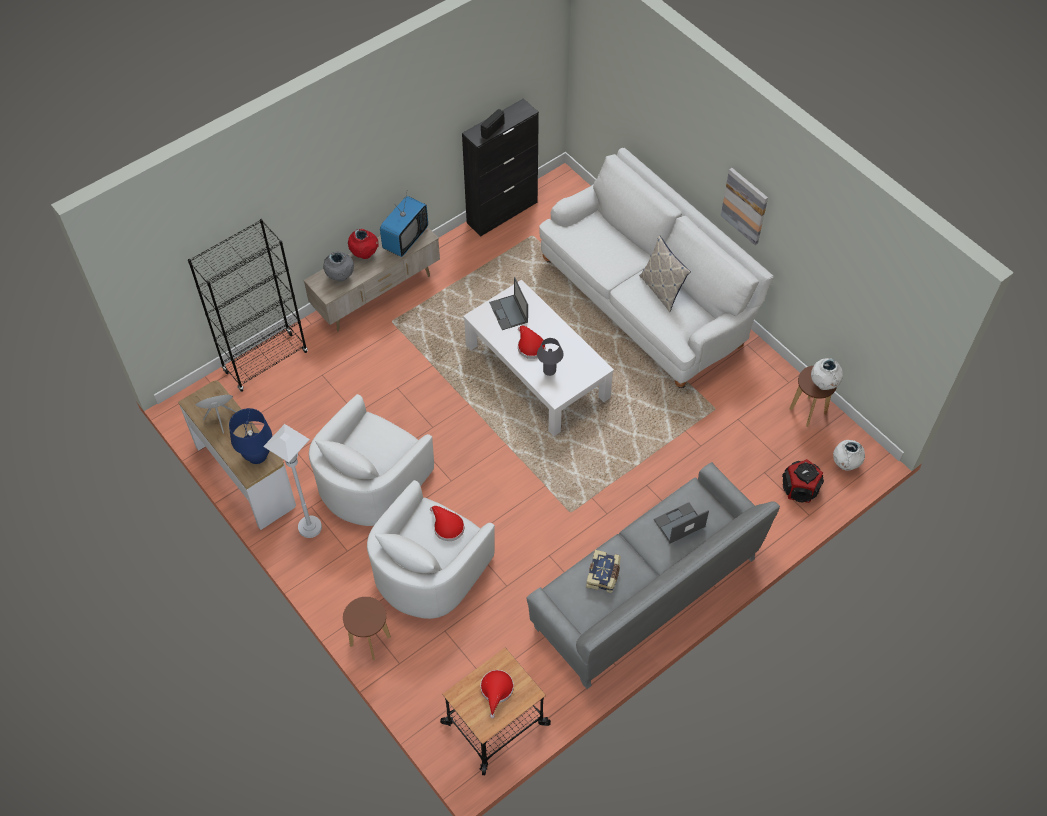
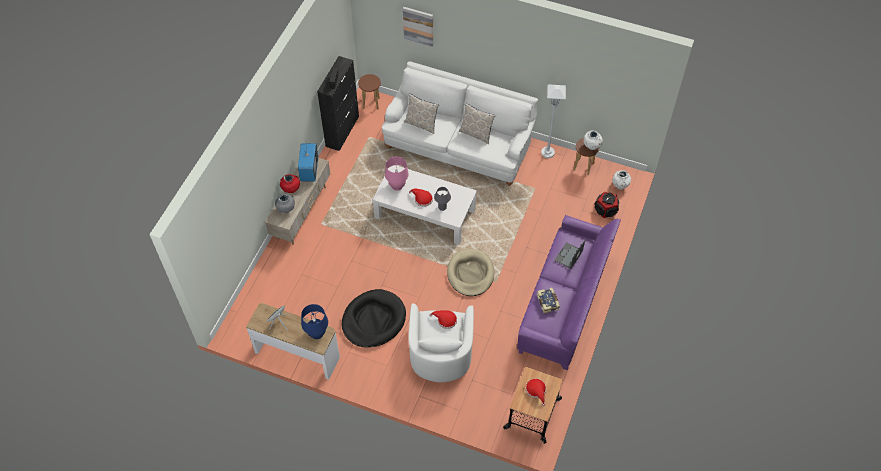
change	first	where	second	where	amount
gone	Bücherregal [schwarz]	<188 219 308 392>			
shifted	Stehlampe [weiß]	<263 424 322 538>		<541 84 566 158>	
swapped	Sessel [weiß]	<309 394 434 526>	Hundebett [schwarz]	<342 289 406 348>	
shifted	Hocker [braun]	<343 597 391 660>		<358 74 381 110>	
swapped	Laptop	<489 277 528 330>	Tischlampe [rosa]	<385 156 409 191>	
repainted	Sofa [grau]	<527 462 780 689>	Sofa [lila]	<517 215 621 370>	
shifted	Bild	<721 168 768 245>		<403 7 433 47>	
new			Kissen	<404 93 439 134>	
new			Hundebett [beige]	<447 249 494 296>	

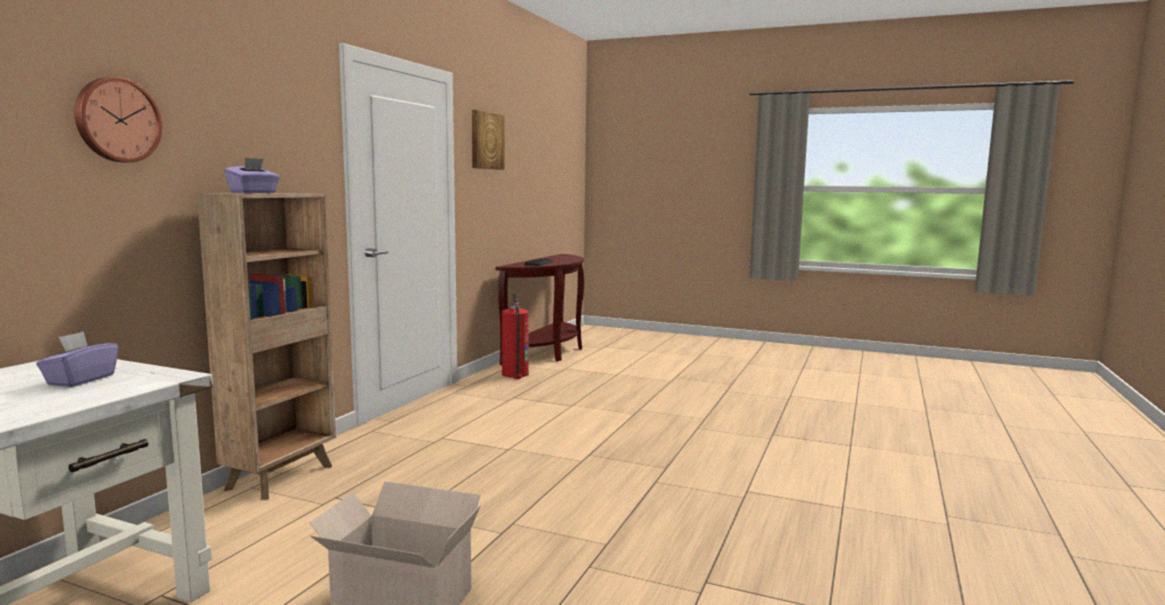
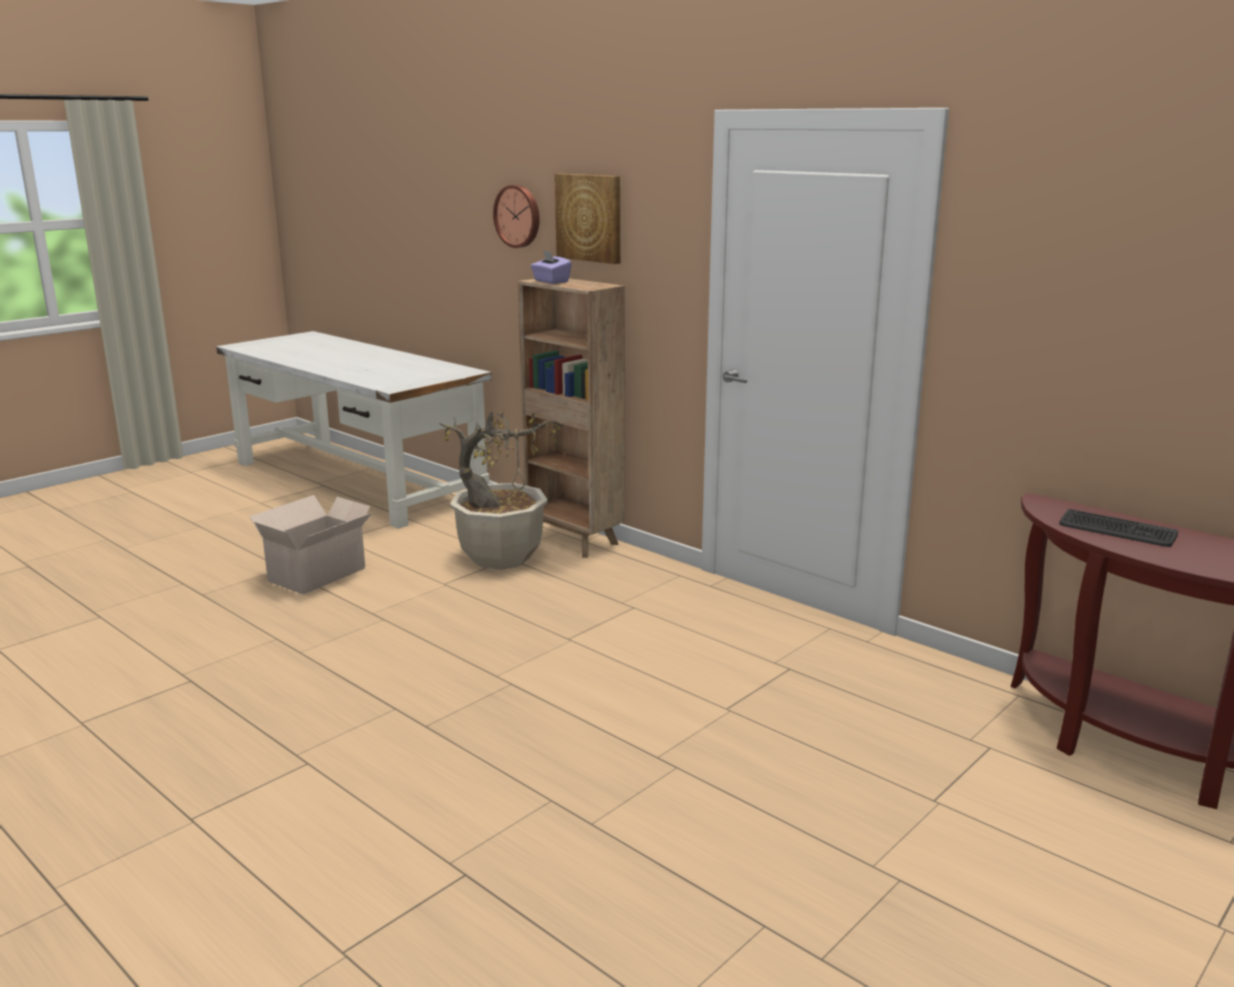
change	first	where	second	where	amount
gone	Taschentuchbox [lila]	<36 331 118 387>			
shifted	Bild	<472 110 504 170>		<555 174 620 264>	
gone	Feuerlöscher	<502 293 529 379>			
new			Topfpflanze	<439 410 564 569>	

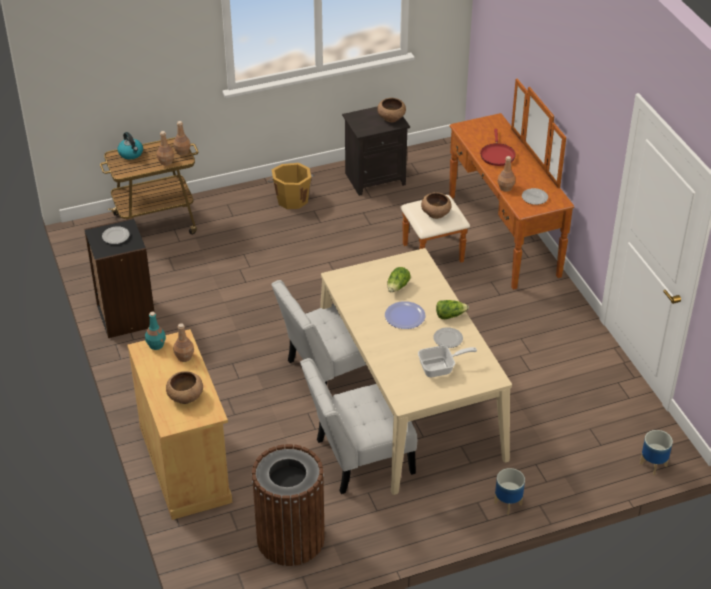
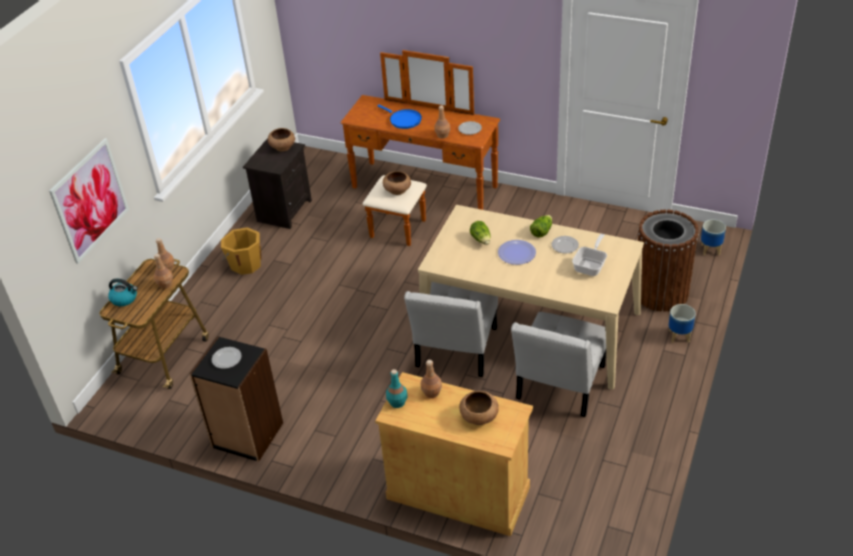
change	first	where	second	where	amount
shifted	Mülleimer [braun]	<251 444 325 566>		<638 210 699 311>	
repainted	Pfanne [rot]	<480 129 516 166>	Pfanne [blau]	<378 104 422 129>	
new			Bild	<49 138 129 264>	

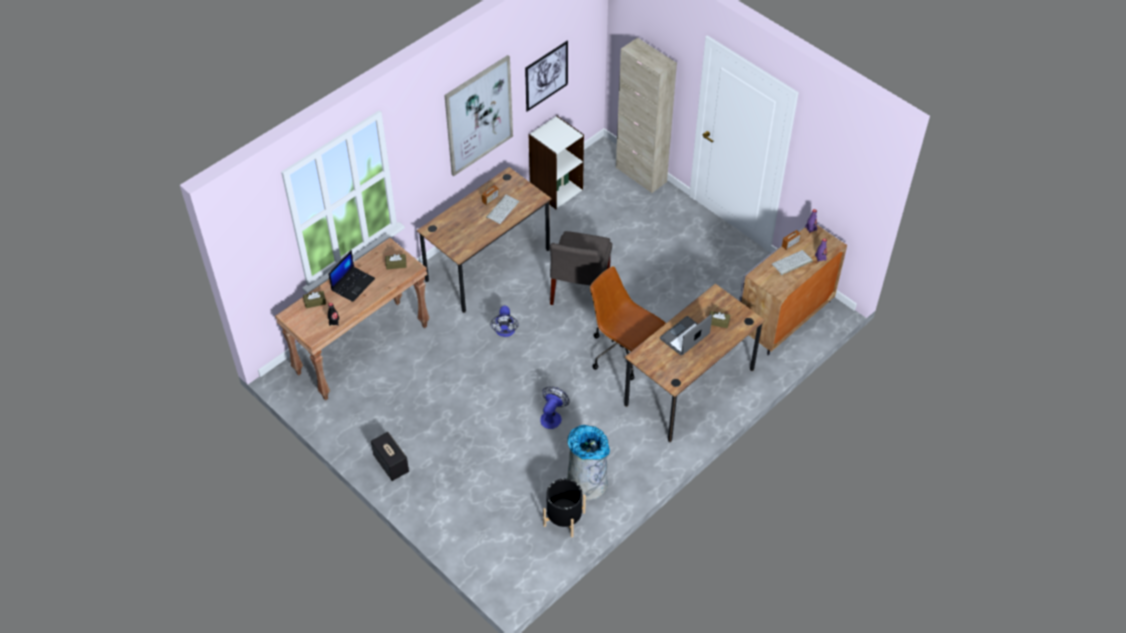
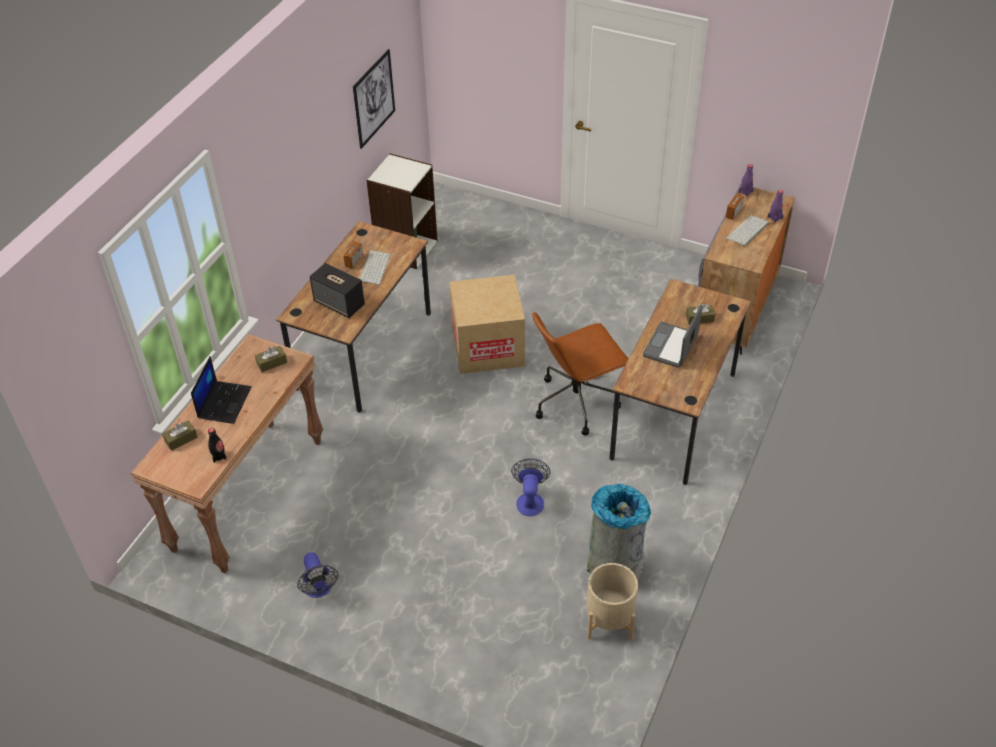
change	first	where	second	where	amount
shifted	Lautsprecher	<371 432 409 481>		<310 263 365 318>	
gone	Bild	<444 55 513 176>			
shifted	Ventilator	<490 306 519 337>		<297 552 338 598>	
repainted	Pflanzkübel [schwarz]	<543 479 586 538>	Pflanzkübel [beige]	<587 563 638 641>	
swapped	Stuhl [grau]	<550 231 612 305>	Karton	<449 275 525 374>	
rotated	Bürostuhl [braun]	<590 266 666 380>		<532 311 629 436>	45 degrees counterclockwise
gone	Schrank [beige]	<616 38 677 193>			

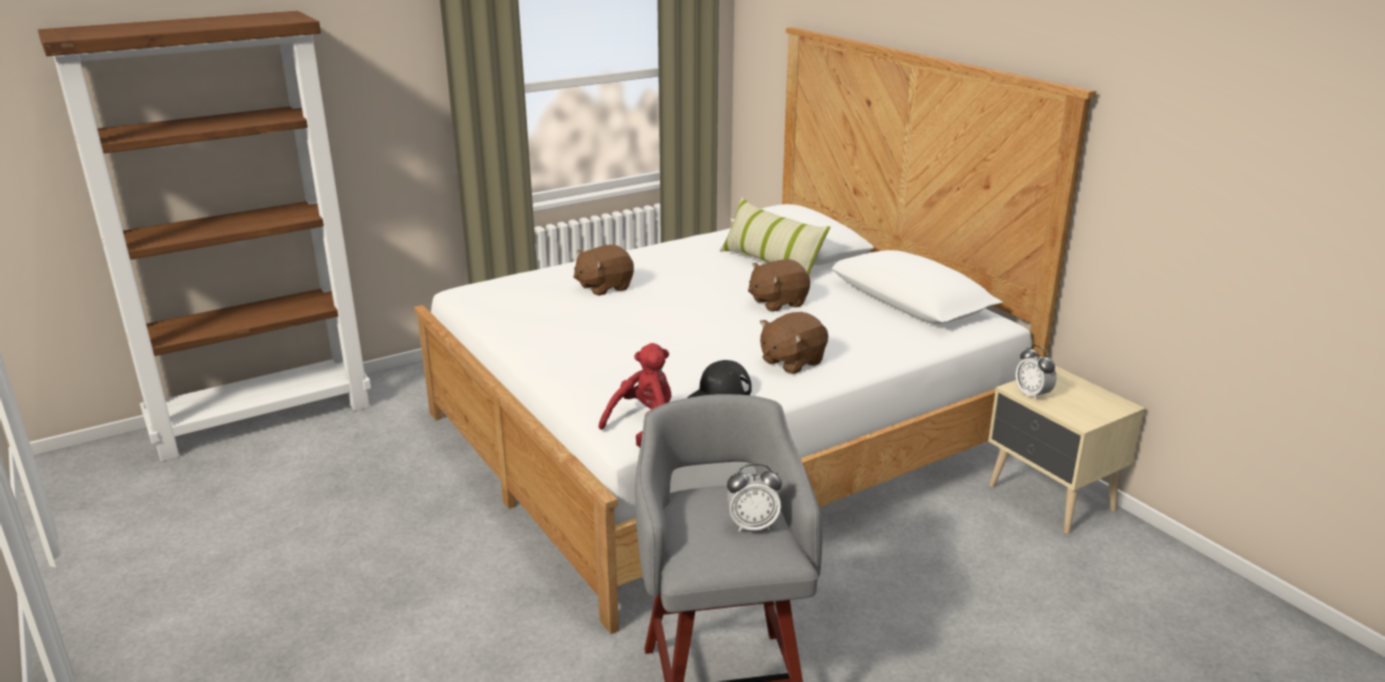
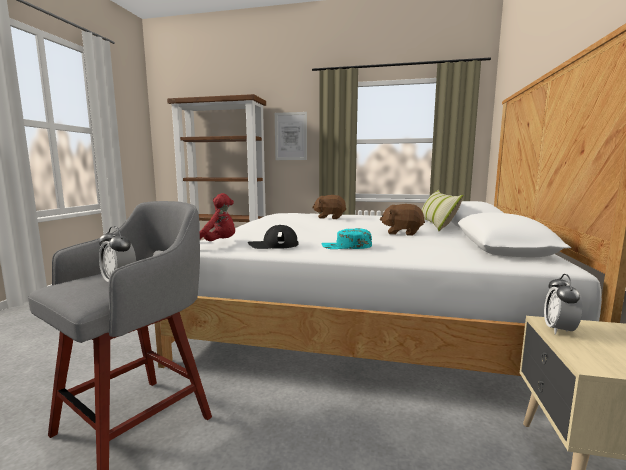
change	first	where	second	where	amount
swapped	Plüschtier [braun]	<760 312 828 374>	Kappe [türkis]	<321 228 372 249>	
new			Bild	<275 112 307 160>	

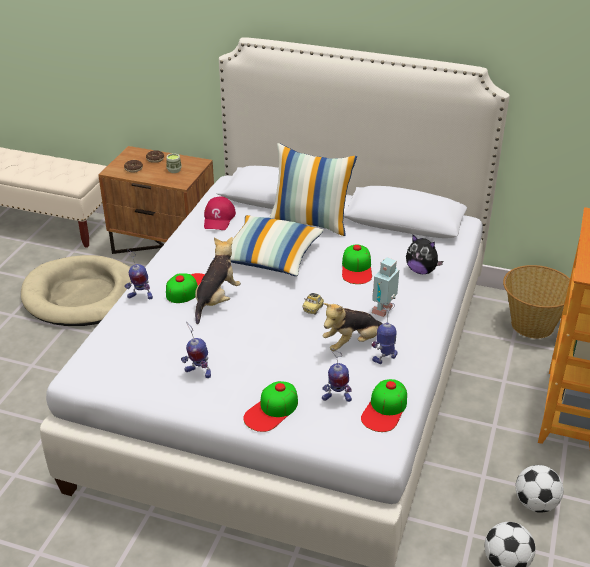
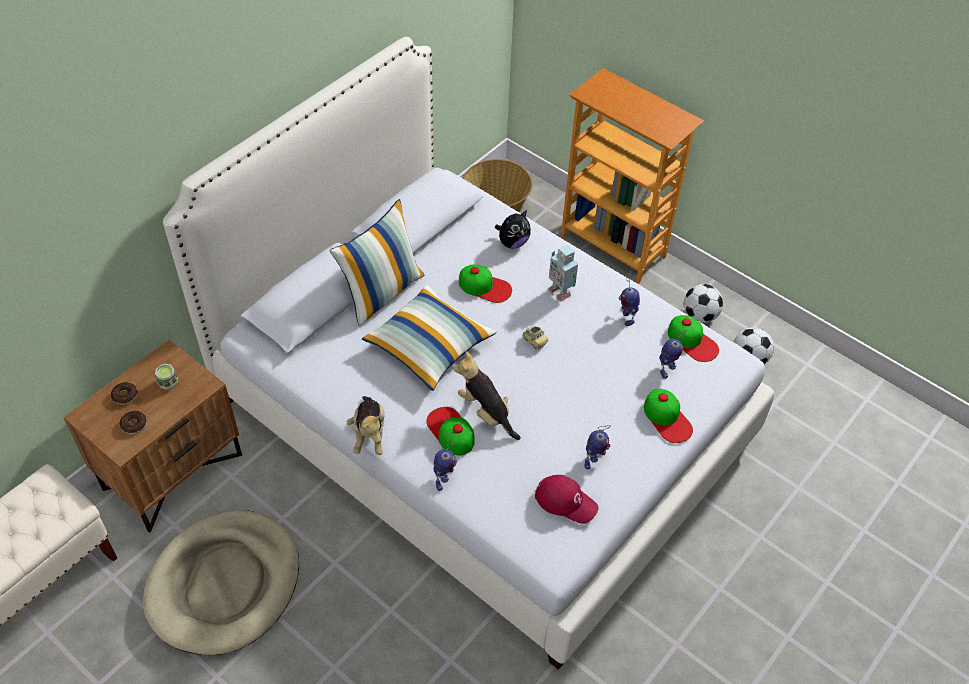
change	first	where	second	where	amount
shifted	Kappe [rot]	<204 196 236 230>		<535 475 598 524>	
shifted	Plüschtier	<323 303 383 351>		<347 396 385 455>	

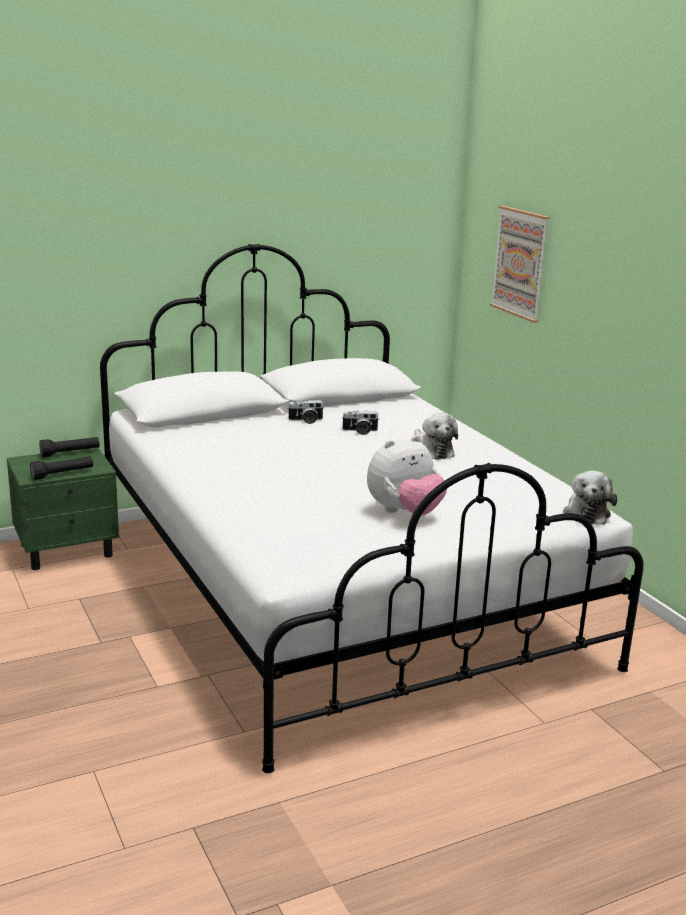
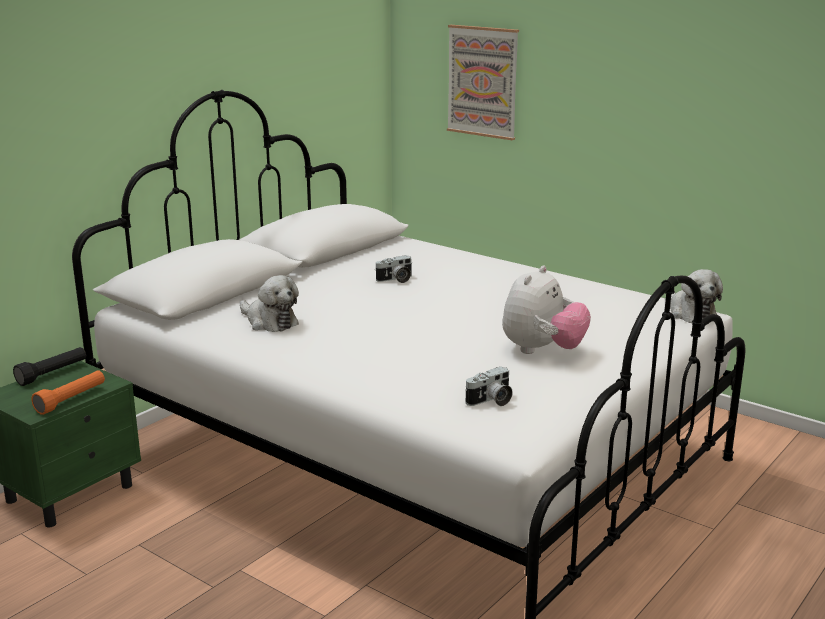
change	first	where	second	where	amount
repainted	Taschenlampe [schwarz]	<30 456 93 480>	Taschenlampe [orange]	<32 370 105 415>	
shifted	Kamera	<287 400 323 424>		<465 366 513 406>	
shifted	Plüschtier	<414 412 458 460>		<240 275 299 332>	

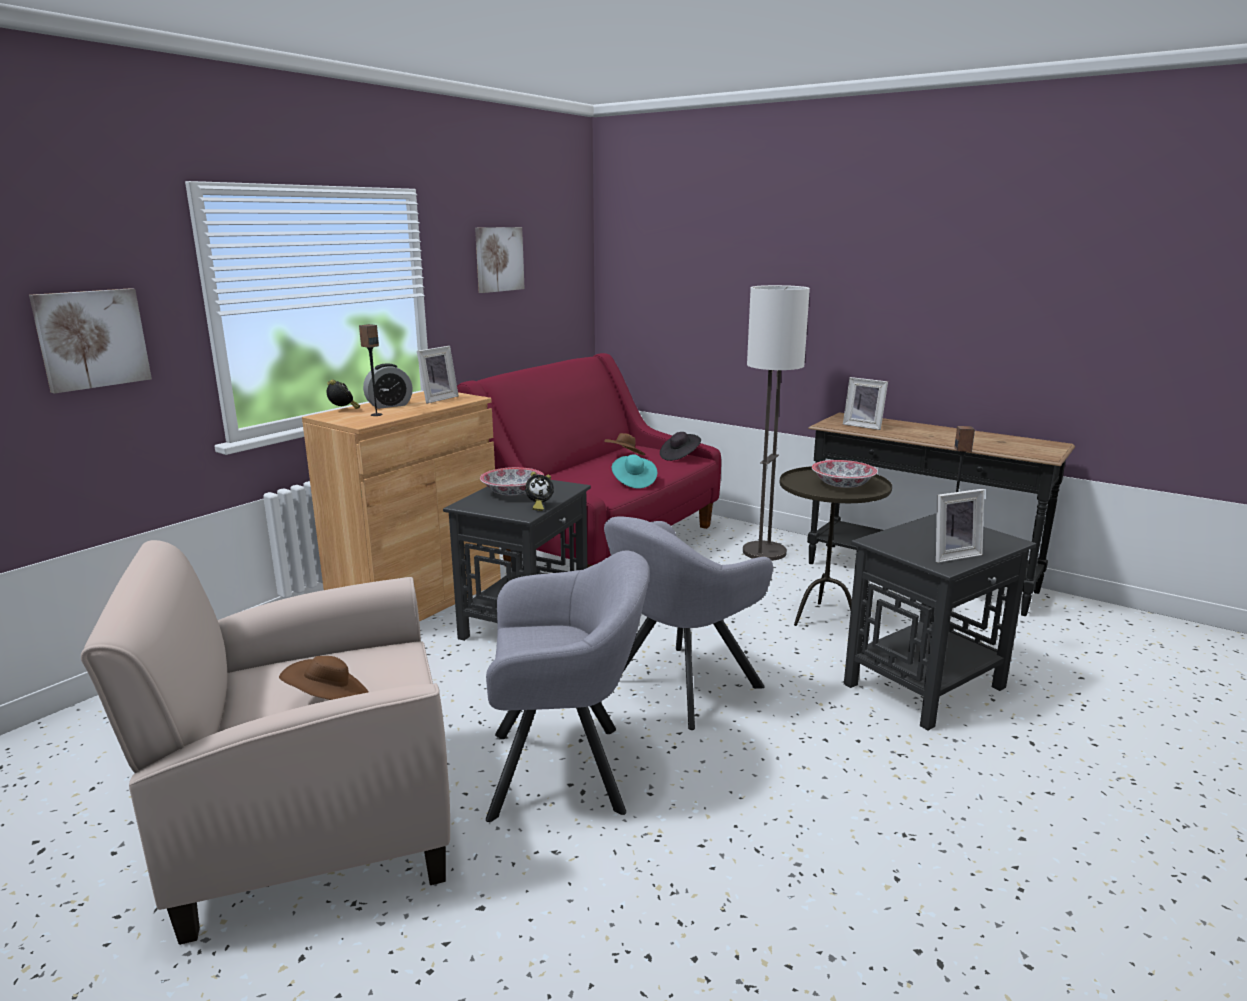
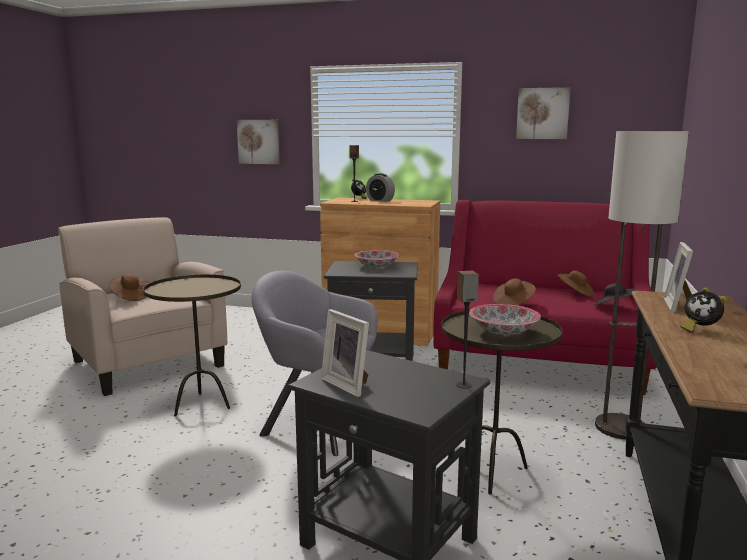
change	first	where	second	where	amount
gone	Bilderrahmen	<417 346 459 403>			
swapped	Sessel [grau]	<486 550 650 822>	Beistelltisch [braun]	<143 274 241 416>	
shifted	Wecker	<525 472 554 511>		<680 287 727 333>	
repainted	Hut [türkis]	<612 454 657 489>	Hut [braun]	<493 279 536 306>	

